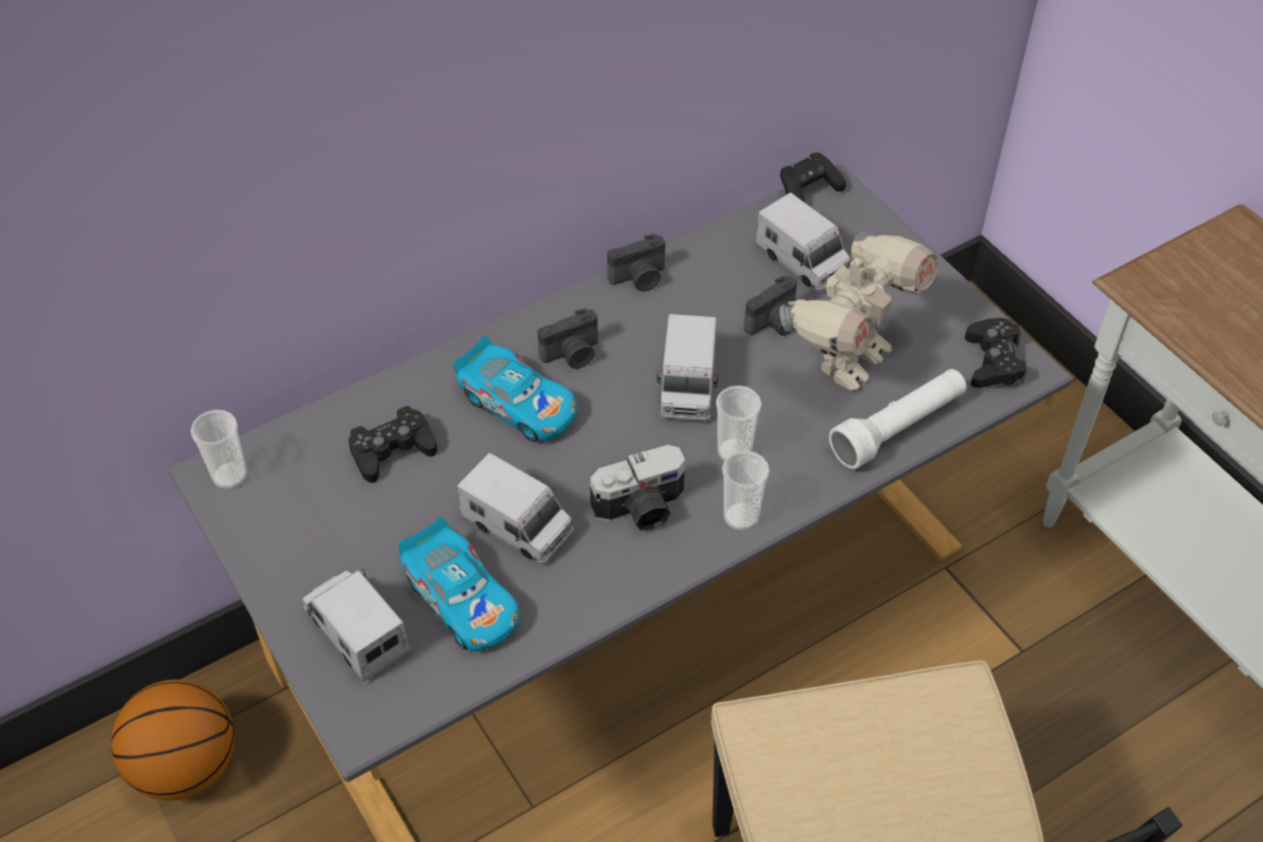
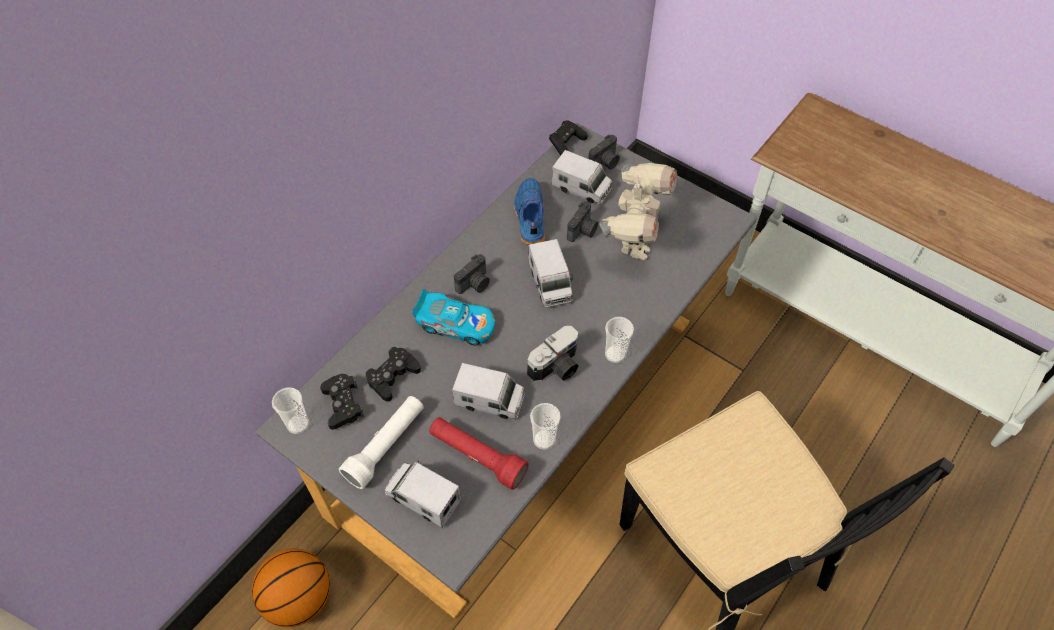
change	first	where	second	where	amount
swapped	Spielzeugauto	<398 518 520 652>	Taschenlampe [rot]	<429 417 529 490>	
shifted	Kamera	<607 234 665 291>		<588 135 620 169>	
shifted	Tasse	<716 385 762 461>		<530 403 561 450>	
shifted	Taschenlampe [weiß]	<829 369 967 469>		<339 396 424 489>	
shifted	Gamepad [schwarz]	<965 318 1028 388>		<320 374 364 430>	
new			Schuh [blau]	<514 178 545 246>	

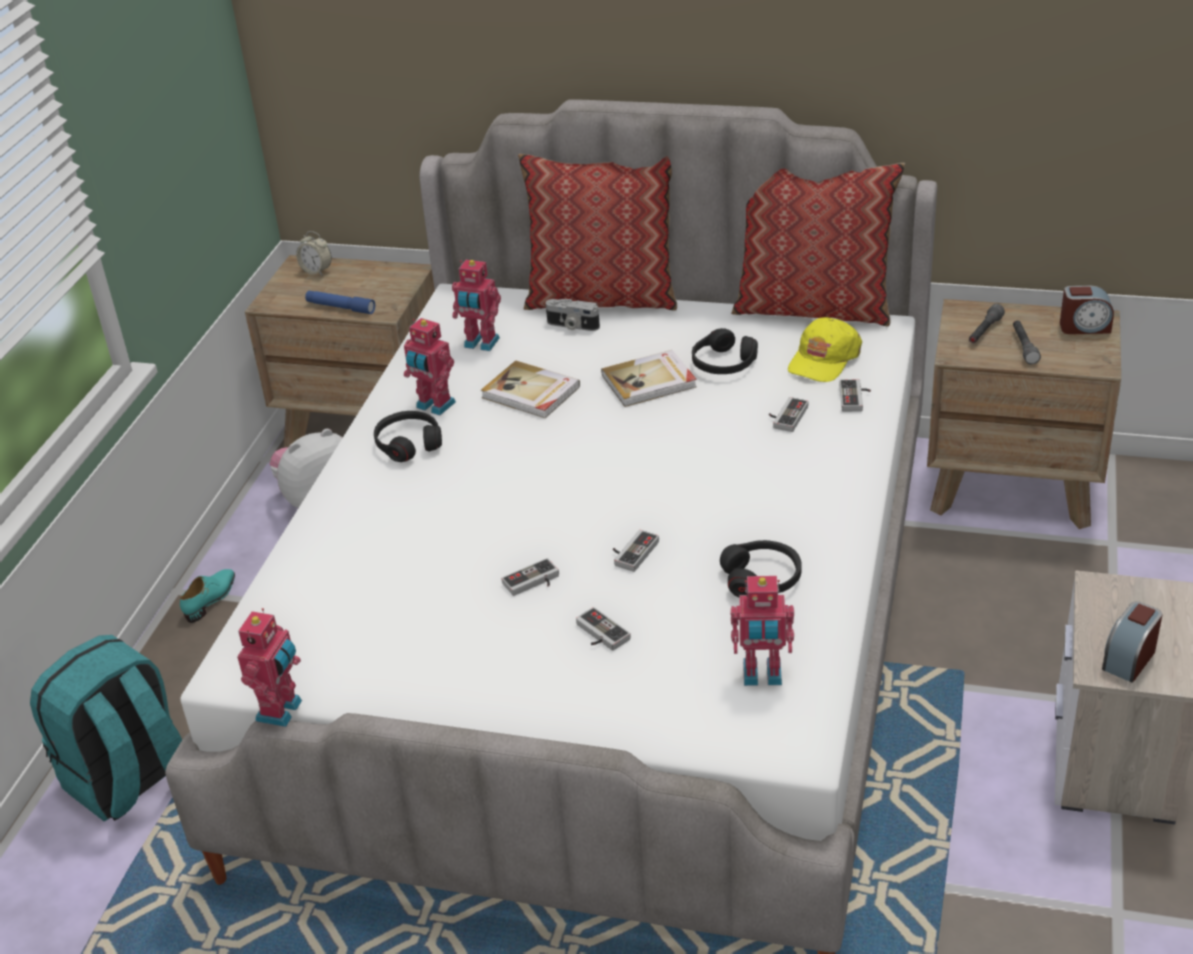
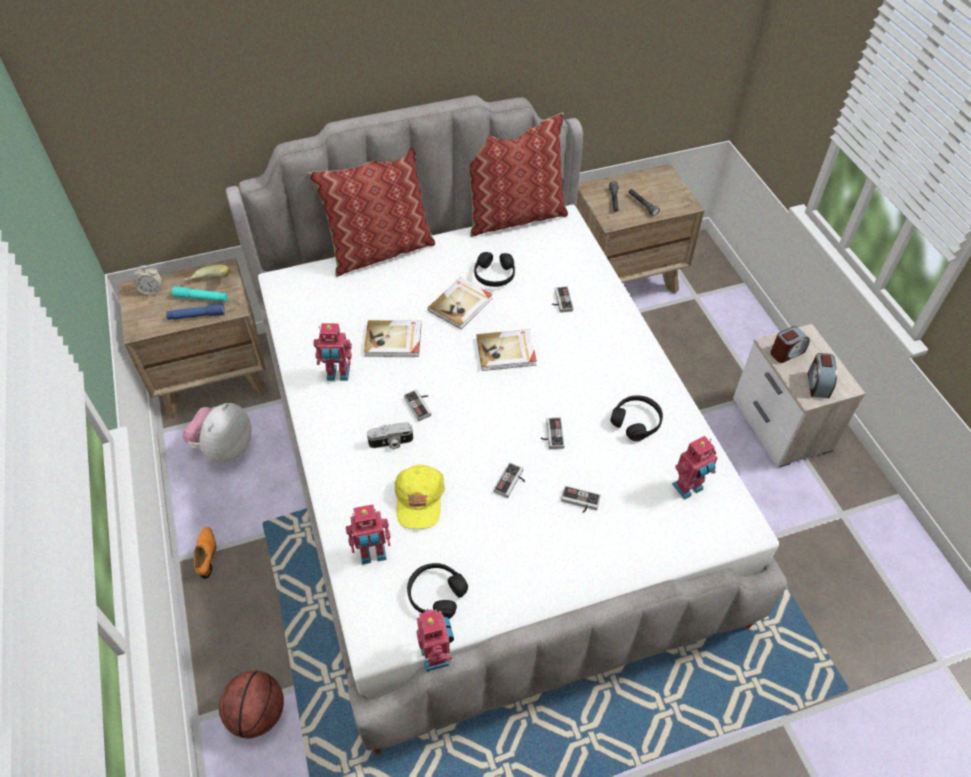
change	first	where	second	where	amount
swapped	Rucksack [türkis]	<30 635 182 822>	Basketball	<219 670 284 739>	
repainted	Schuh [türkis]	<180 569 235 623>	Schuh [orange]	<194 527 216 579>	
shifted	Kopfhörer [schwarz]	<374 411 442 462>		<407 563 468 619>	
shifted	Spielzeugroboter	<452 260 501 351>		<346 504 391 565>	
shifted	Kamera	<545 299 600 331>		<367 422 413 449>	
shifted	Kappe [gelb]	<788 317 862 382>		<395 465 445 529>	
shifted	Gamepad	<839 379 871 412>		<404 390 431 421>	
shifted	Wecker	<1060 286 1114 334>		<770 326 810 363>	
new			Taschenlampe [türkis]	<172 286 228 302>	
new			Banane	<184 265 231 281>	
new			Buch	<477 329 537 371>	

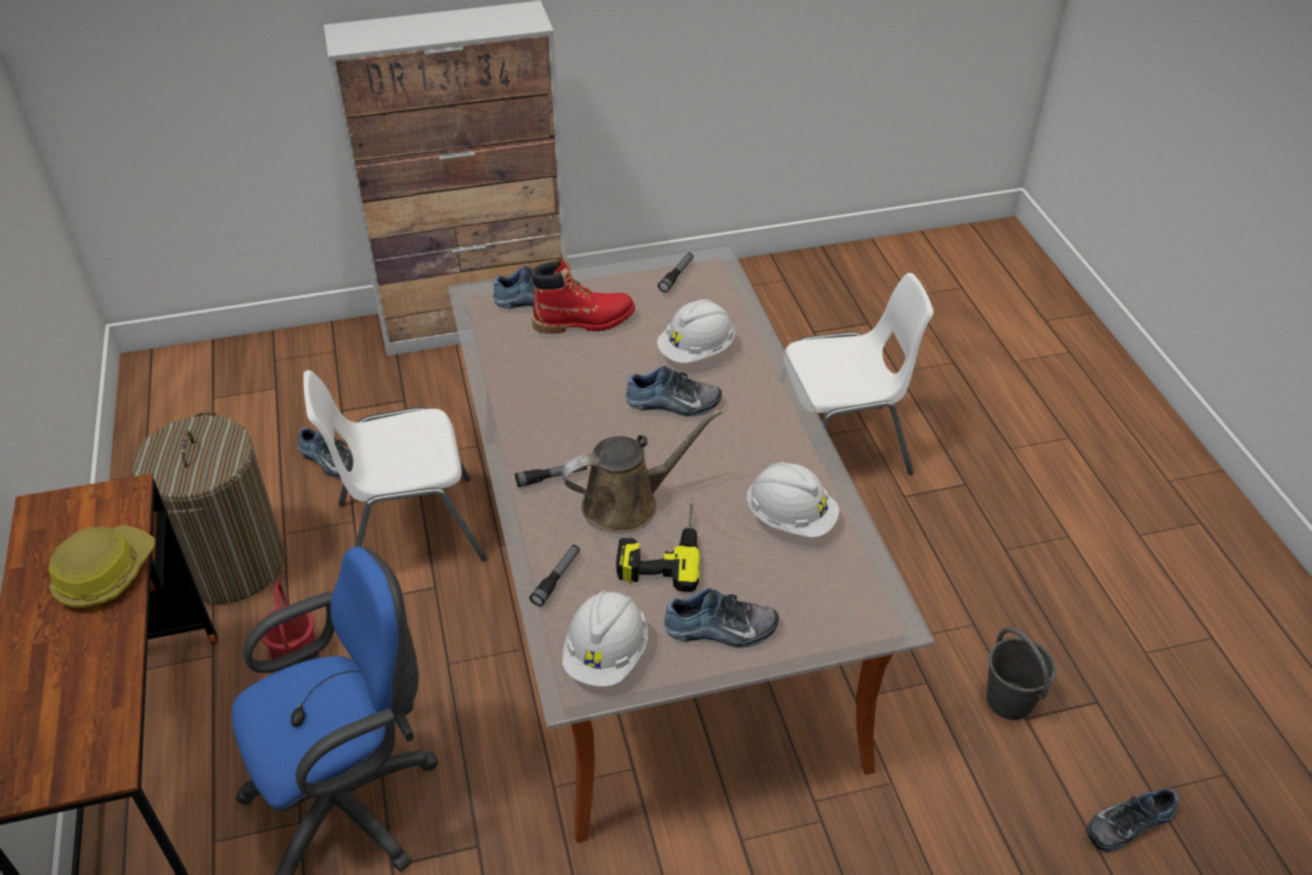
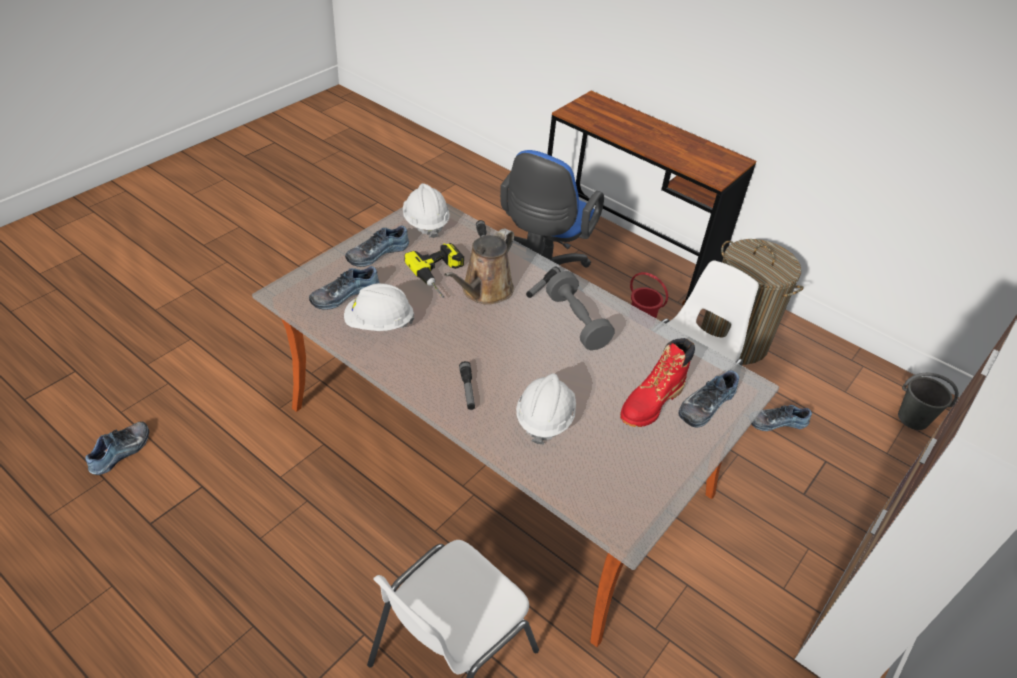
change	first	where	second	where	amount
gone	Schutzhelm	<48 525 155 607>			
shifted	Schuh	<625 366 722 416>		<309 266 380 310>	
shifted	Taschenlampe	<658 253 693 292>		<459 361 475 410>	
shifted	Eimer [grau]	<987 627 1056 720>		<898 373 959 430>	
new			Hantel [grau]	<546 271 614 350>	

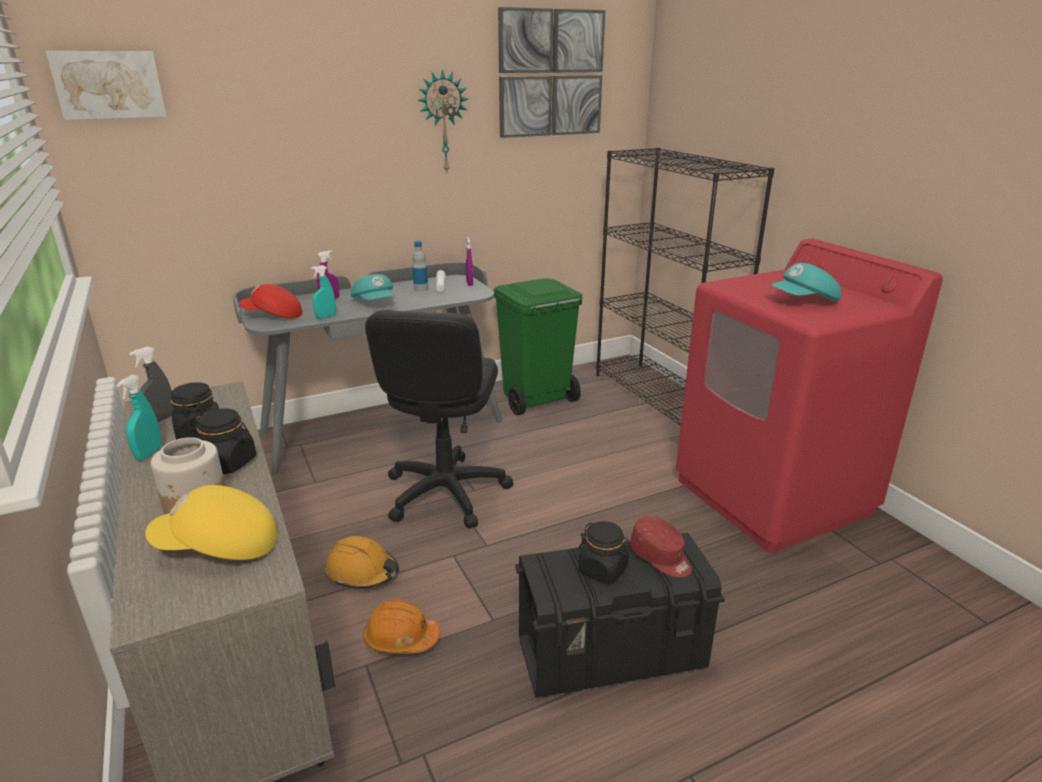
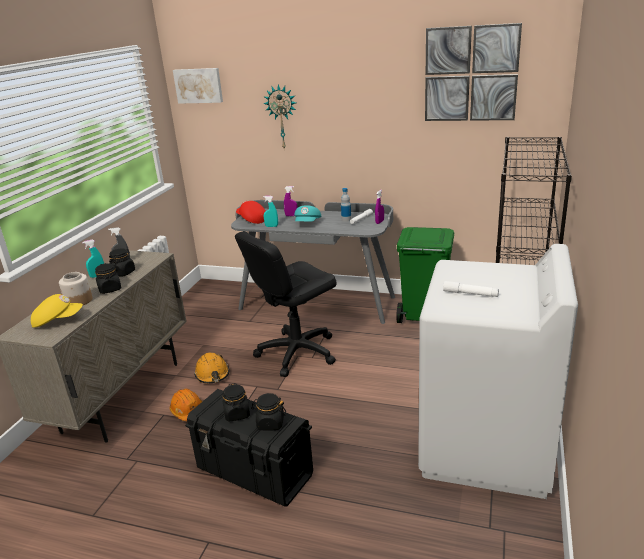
change	first	where	second	where	amount
rotated	Kappe [gelb]	<145 485 278 560>		<31 294 83 328>	135 degrees clockwise
shifted	Wanduhr	<417 69 468 172>		<263 84 296 150>	
swapped	Kappe [rot]	<630 516 692 577>	Vorratsglas [schwarz]	<251 393 286 430>	
repainted	Waschmaschine [rot]	<676 239 943 553>	Waschmaschine [weiß]	<418 244 578 499>	
swapped	Kappe [türkis]	<771 263 841 301>	Taschenlampe [weiß]	<443 281 499 297>	

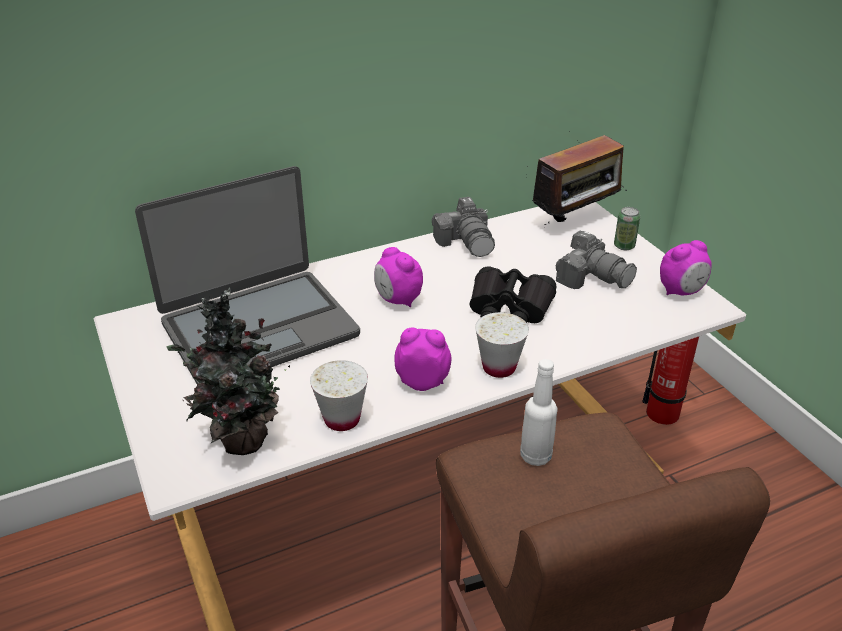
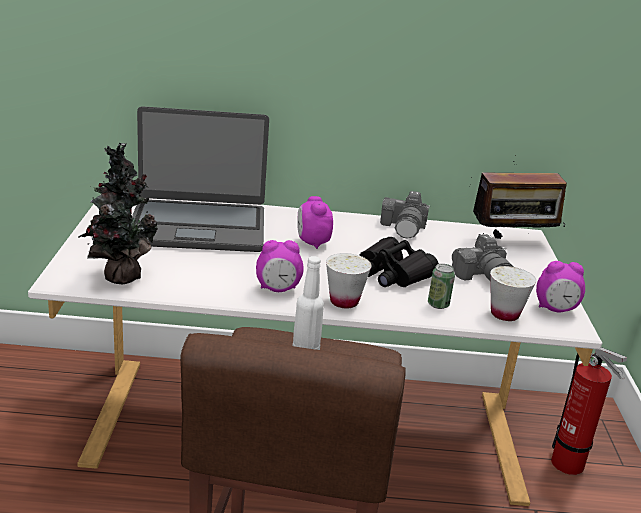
change	first	where	second	where	amount
shifted	Tasse [weiß]	<310 360 368 431>		<490 266 536 321>	
rotated	Wecker	<395 328 452 391>		<256 240 304 292>	135 degrees clockwise
shifted	Dose	<614 207 640 250>		<428 264 455 309>	

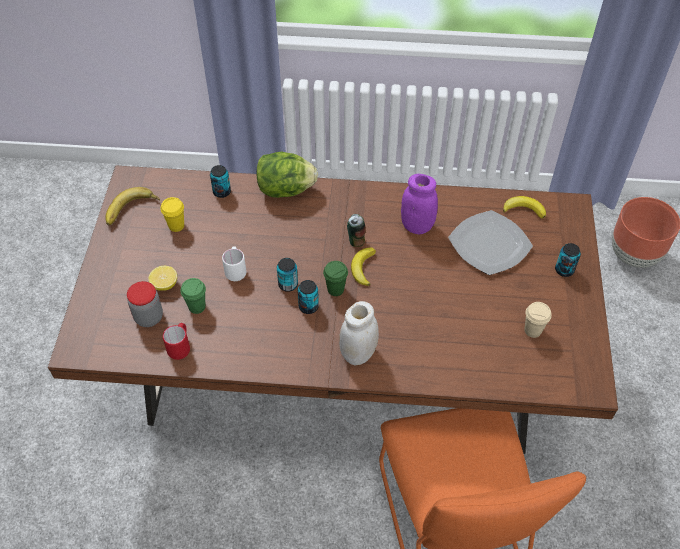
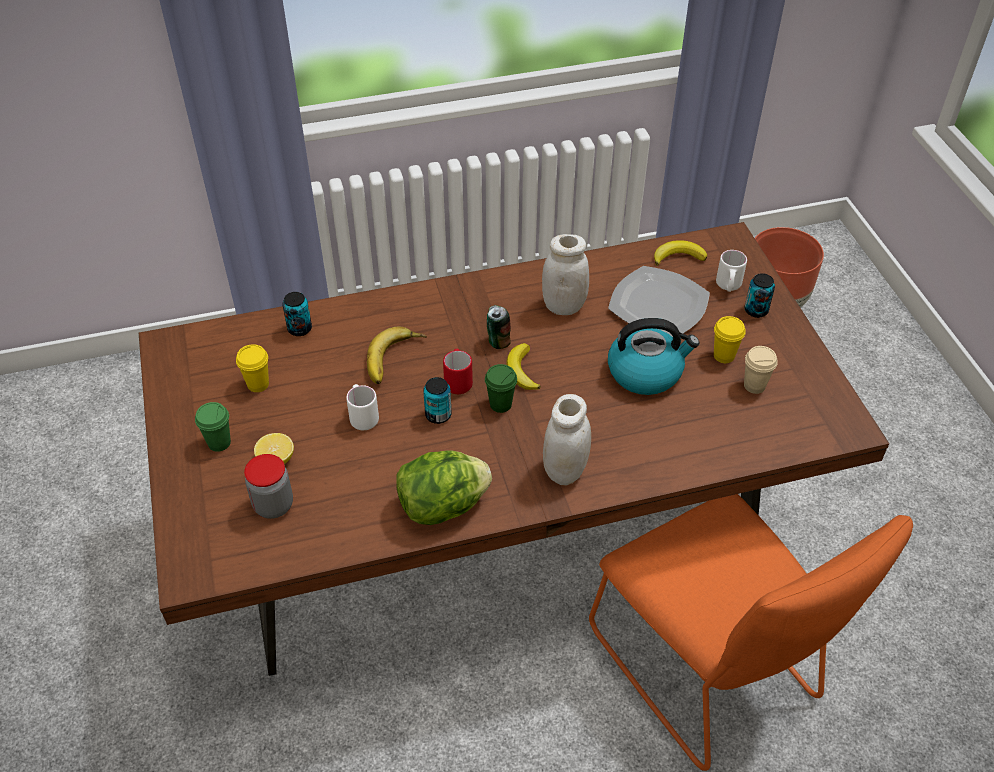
change	first	where	second	where	amount
shifted	Banane	<105 187 160 225>		<367 327 427 384>	
shifted	Henkelbecher [rot]	<163 323 190 360>		<443 349 473 394>	
shifted	Tasse [grün]	<181 278 206 314>		<195 402 231 452>	
shifted	Salatkopf	<256 152 318 198>		<396 451 492 525>	
gone	Dose	<298 280 319 314>			
repainted	Vorratsglas [lila]	<401 174 438 234>	Vorratsglas [weiß]	<542 234 589 315>	
new			Wasserkessel	<608 318 700 395>	
new			Tasse [gelb]	<714 316 746 363>	
new			Henkelbecher [weiß]	<716 250 747 292>	

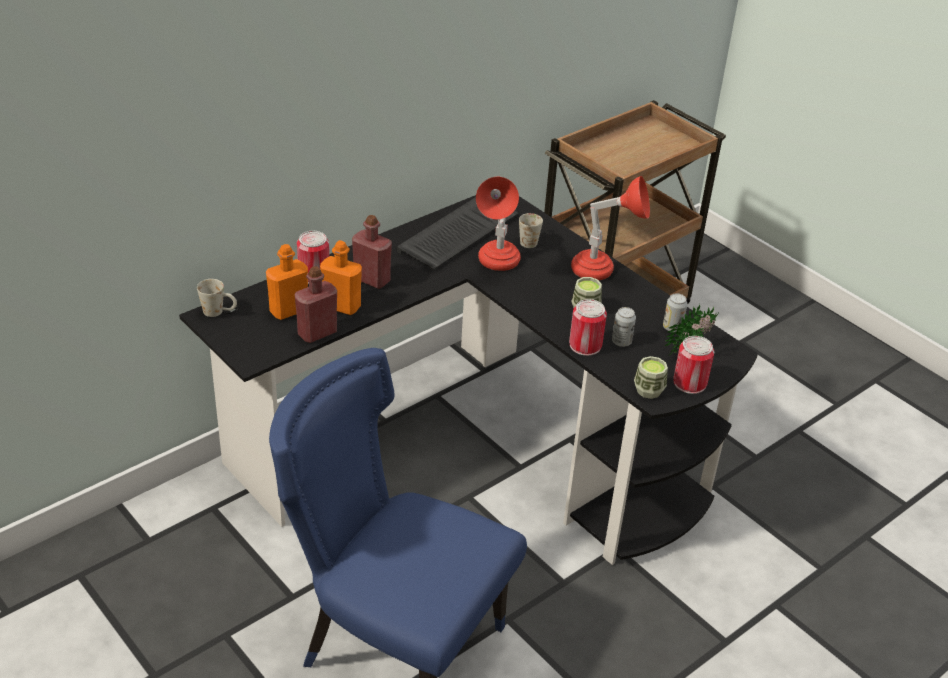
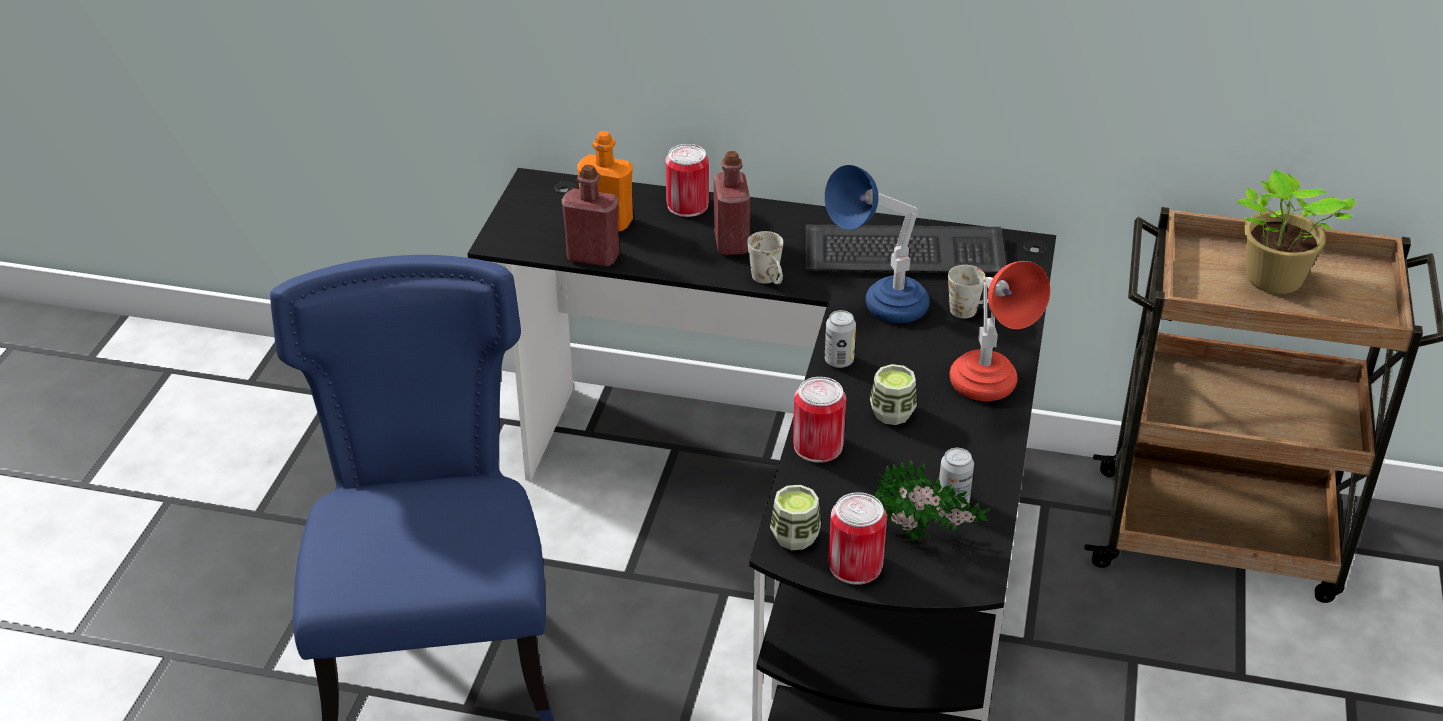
change	first	where	second	where	amount
shifted	Henkelbecher [weiß]	<197 279 237 317>		<747 231 783 284>	
gone	Flasche [orange]	<320 240 362 315>			
repainted	Tischlampe [rot]	<476 177 521 271>	Tischlampe [blau]	<825 165 930 323>	
shifted	Dose	<612 307 636 347>		<825 310 856 368>	
new			Topfpflanze	<1237 169 1355 294>	

